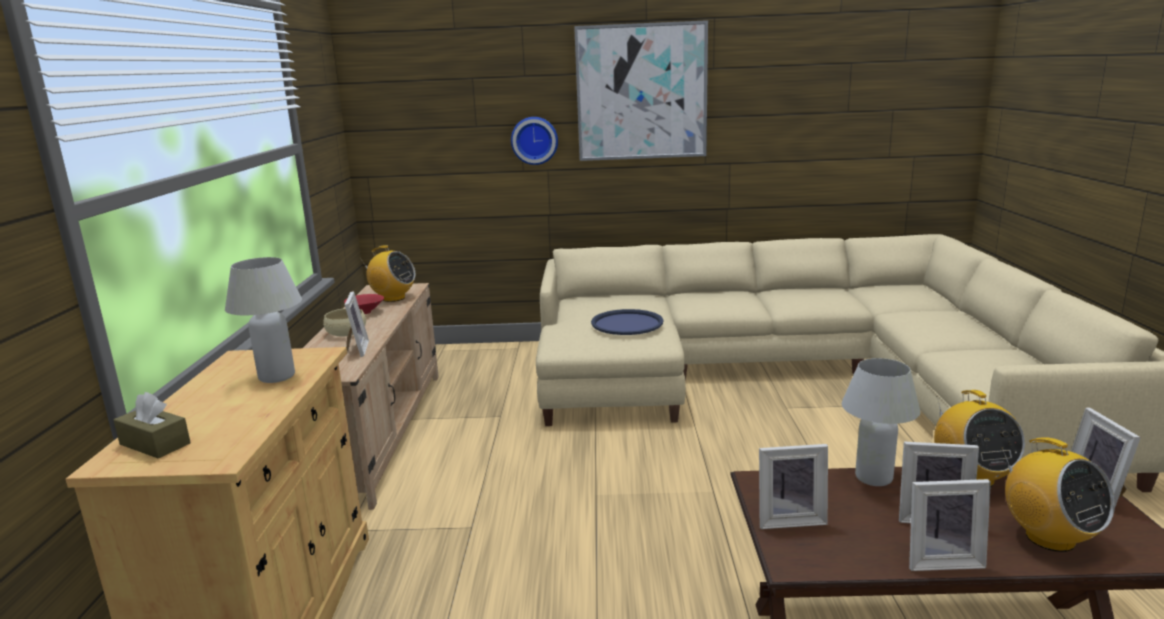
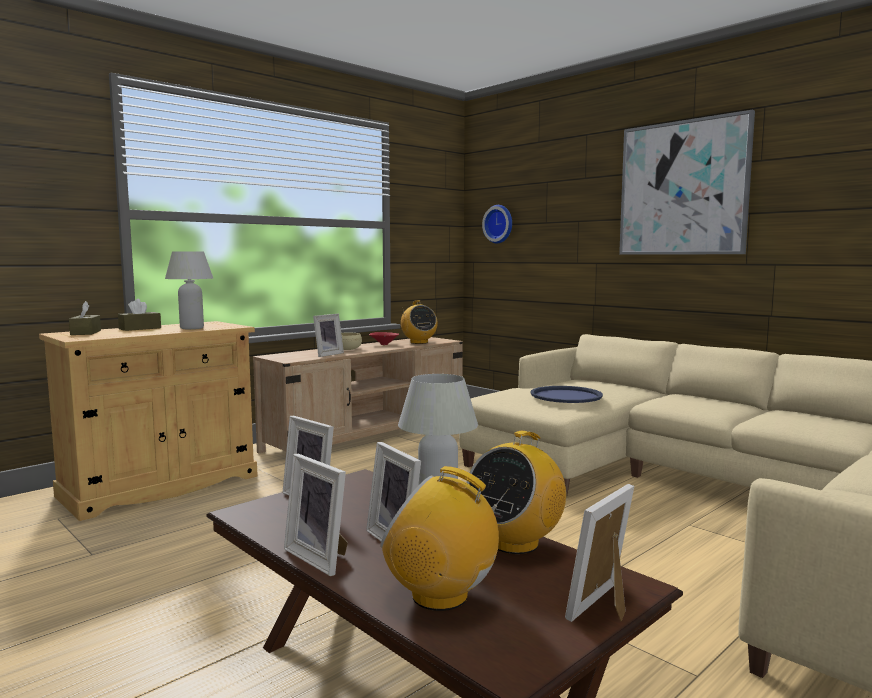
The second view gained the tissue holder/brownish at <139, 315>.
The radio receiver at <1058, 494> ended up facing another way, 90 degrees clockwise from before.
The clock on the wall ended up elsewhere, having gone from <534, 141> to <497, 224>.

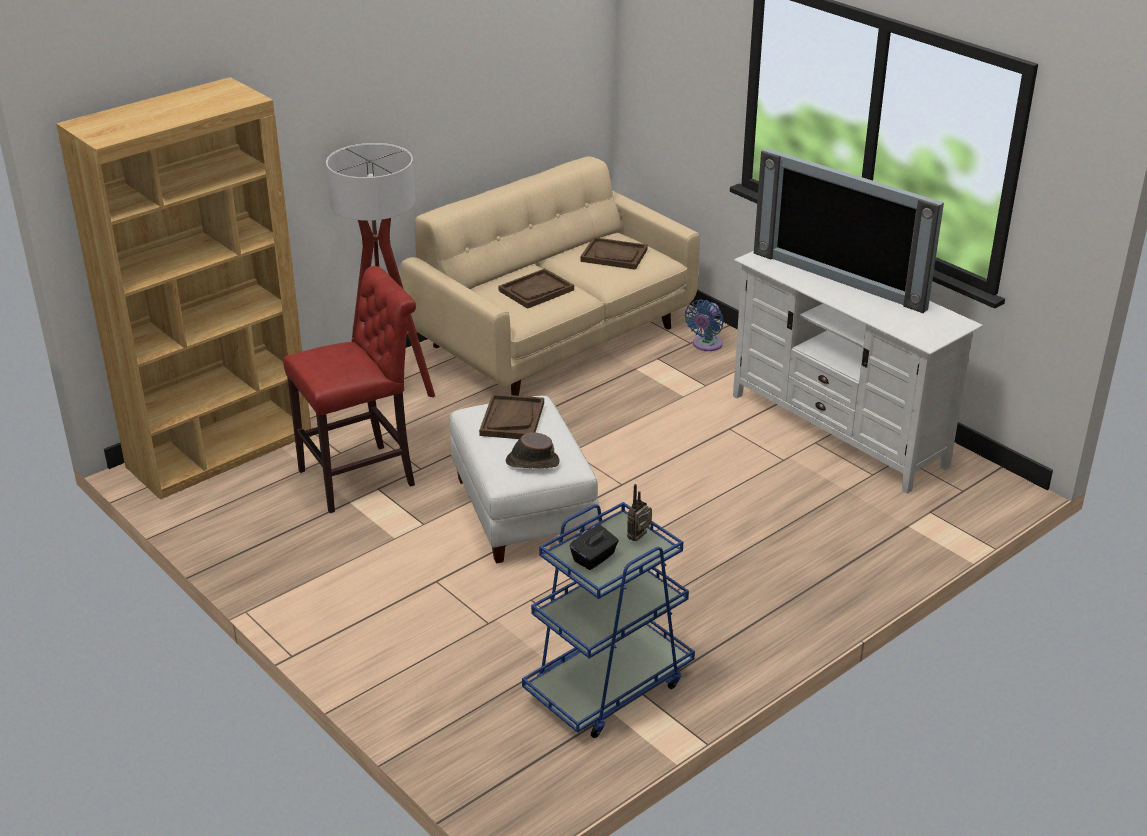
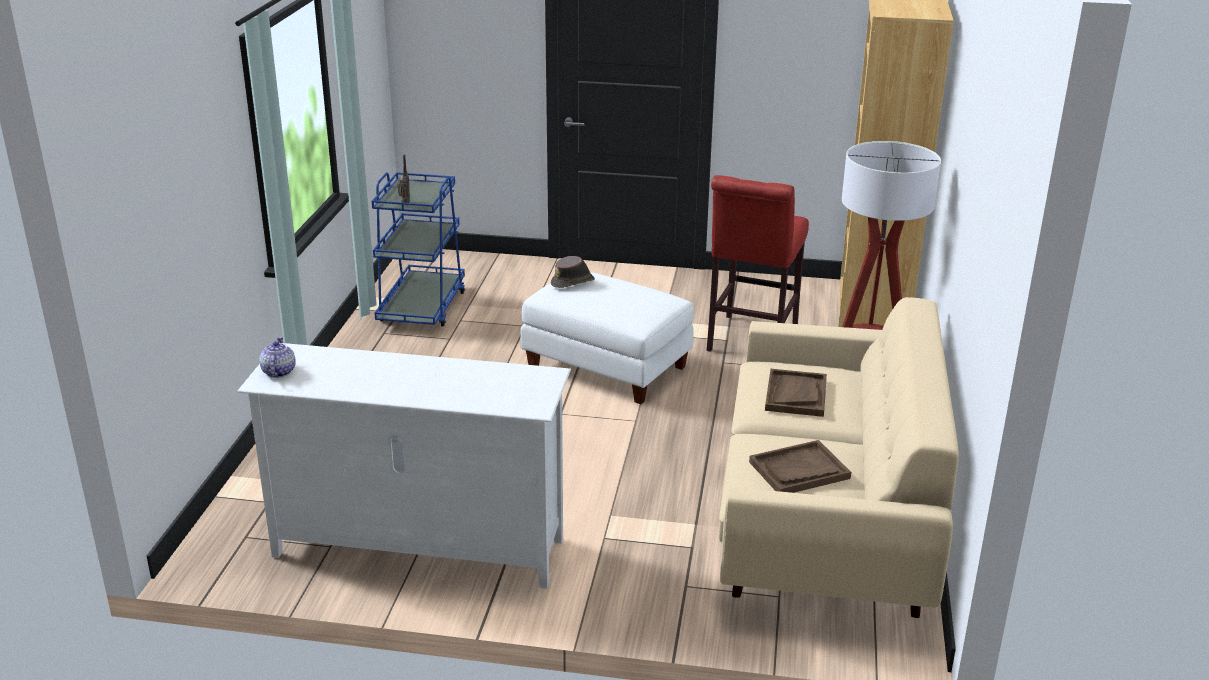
The second view gained the pot for tea at <277, 357>.
The second view lost the tray/brownish at <511, 416>.
The second view lost the tissue holder/blackish at <594, 547>.
The second view lost the cooling fan/blue-coloured at <704, 325>.
The second view lost the TV set at <849, 230>.

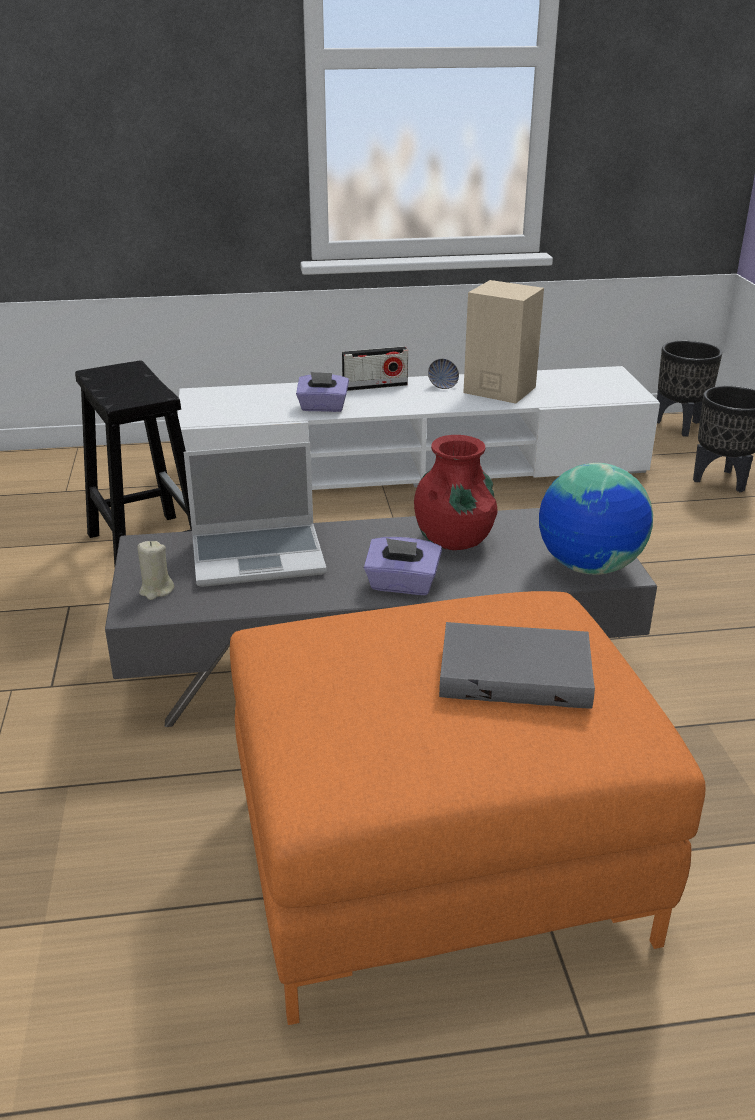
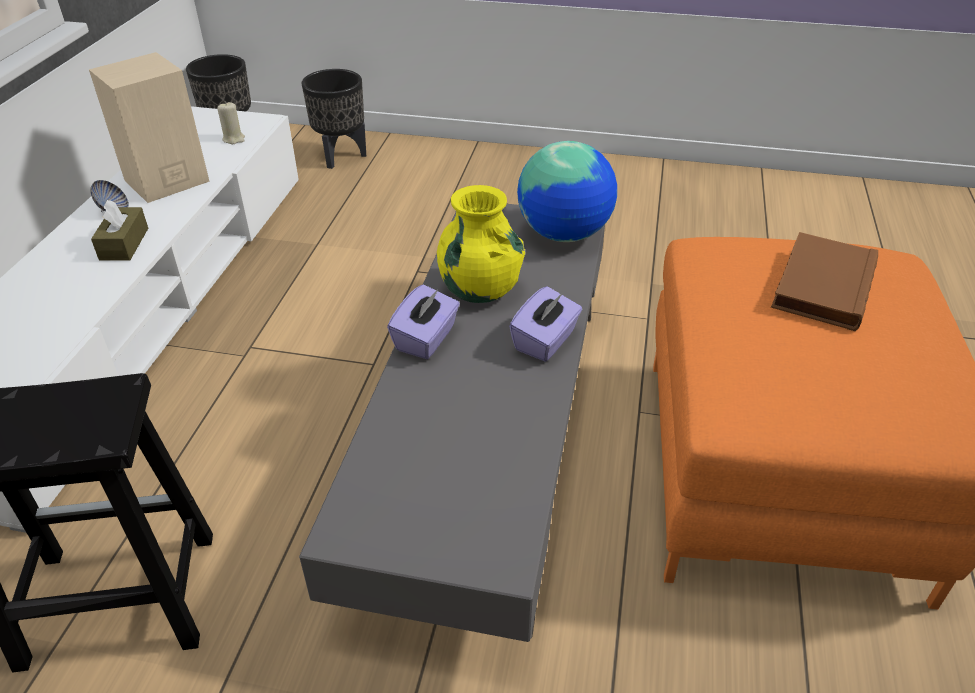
The second view gained the tissue holder/brownish at <119, 230>.
The candle/beige-coloured ended up elsewhere, having gone from <156, 570> to <231, 123>.
The tissue holder/purplish ended up elsewhere, having gone from <322, 392> to <423, 321>.
What was the vase/reddish at <456, 492> turned into the vase/yellow-coloured at <481, 244>.
What was the book/greyish at <517, 665> turned into the book/brownish at <824, 281>.
The second view lost the laptop at <255, 514>.
The second view lost the radio receiver at <375, 368>.

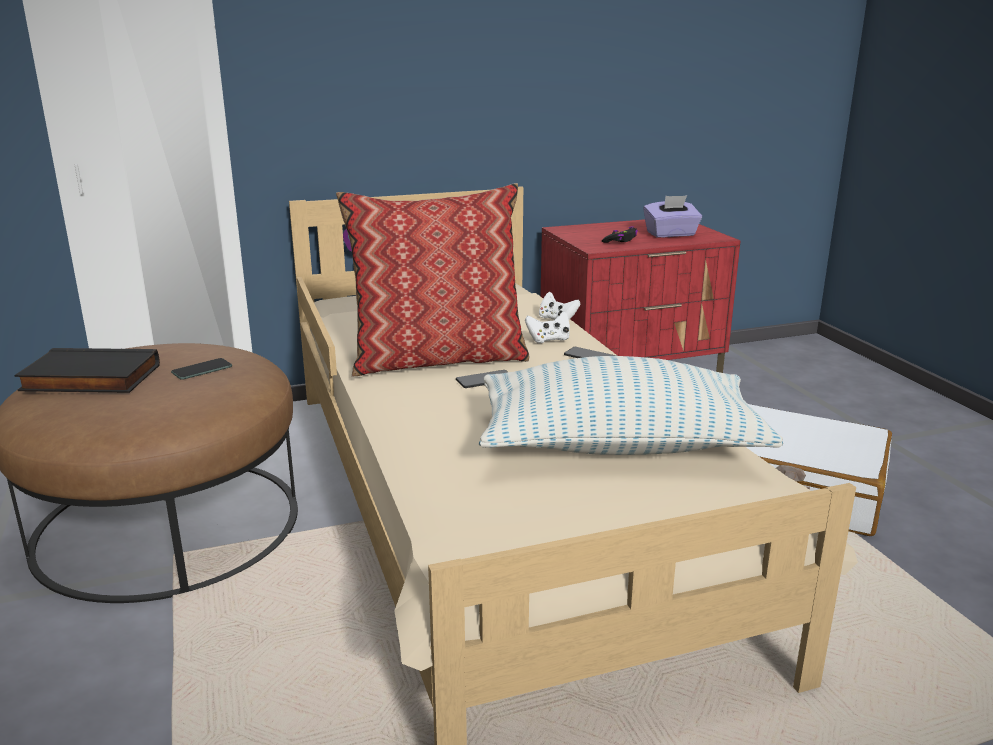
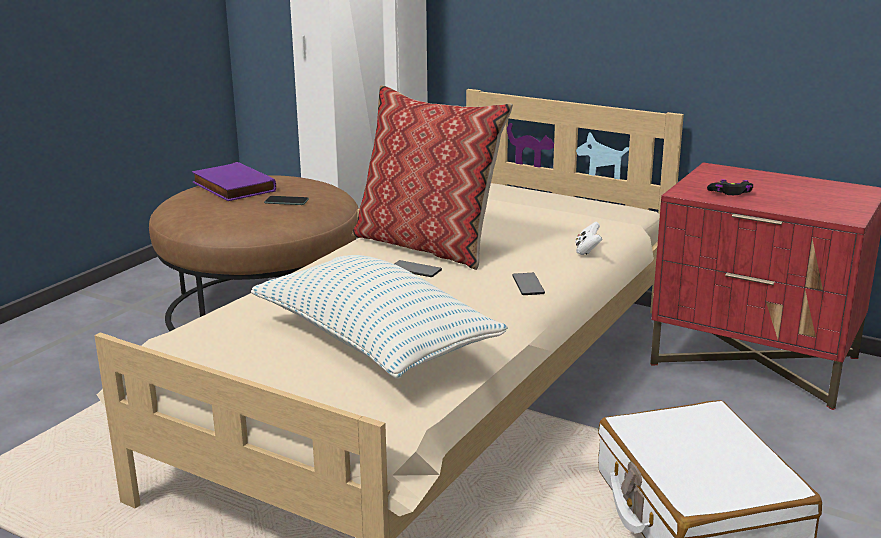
What was the book/blackish at <87, 370> turned into the book/purplish at <234, 181>.
The second view lost the gamepad/white at <547, 328>.
The second view lost the tissue holder/purplish at <672, 216>.

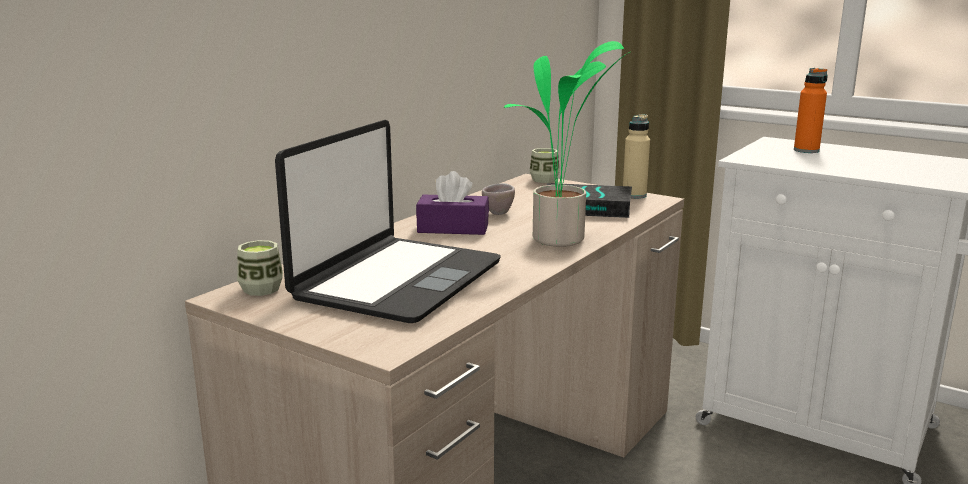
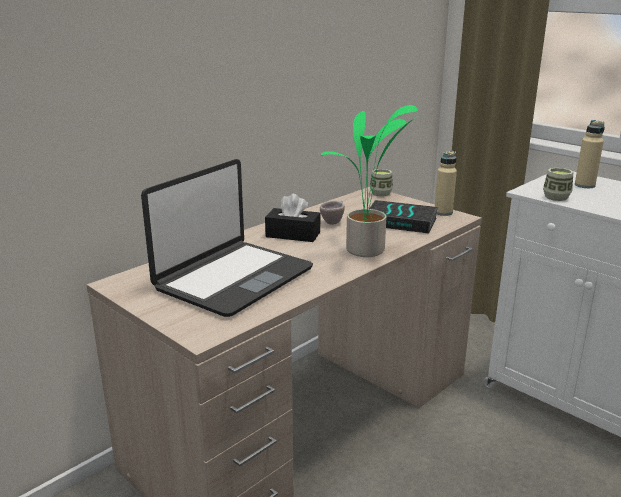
What was the tissue holder/purplish at <452, 203> turned into the tissue holder/blackish at <292, 218>.
The drinking cup ended up elsewhere, having gone from <260, 268> to <558, 184>.
What was the bottle/orangey at <811, 110> turned into the bottle/beige-coloured at <590, 154>.

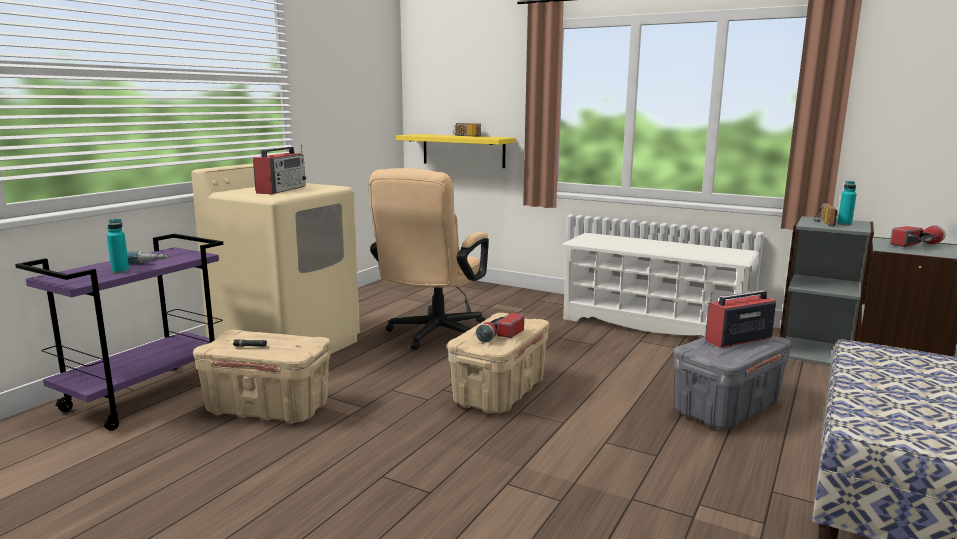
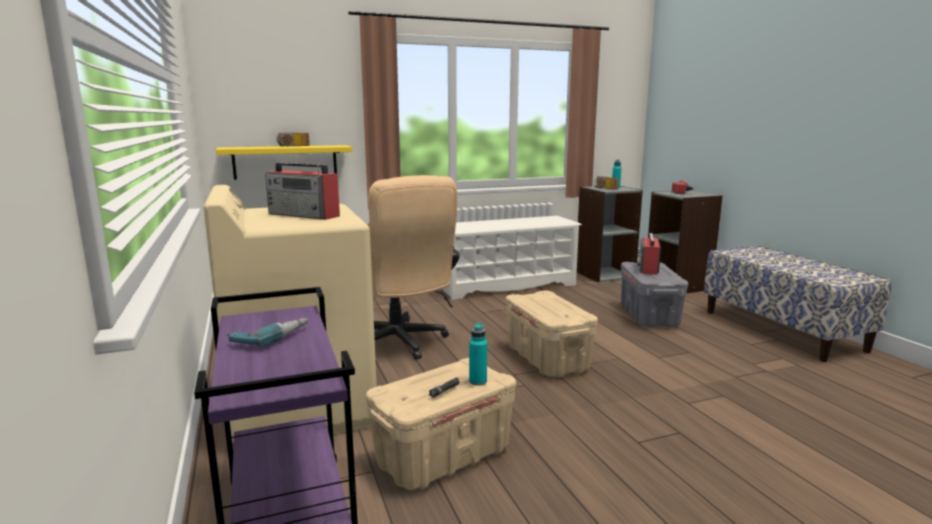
The radio receiver at <280, 169> ended up facing another way, 150 degrees clockwise from before.
The bottle/blue-green ended up elsewhere, having gone from <118, 246> to <478, 354>.
The second view lost the flashlight at <500, 328>.

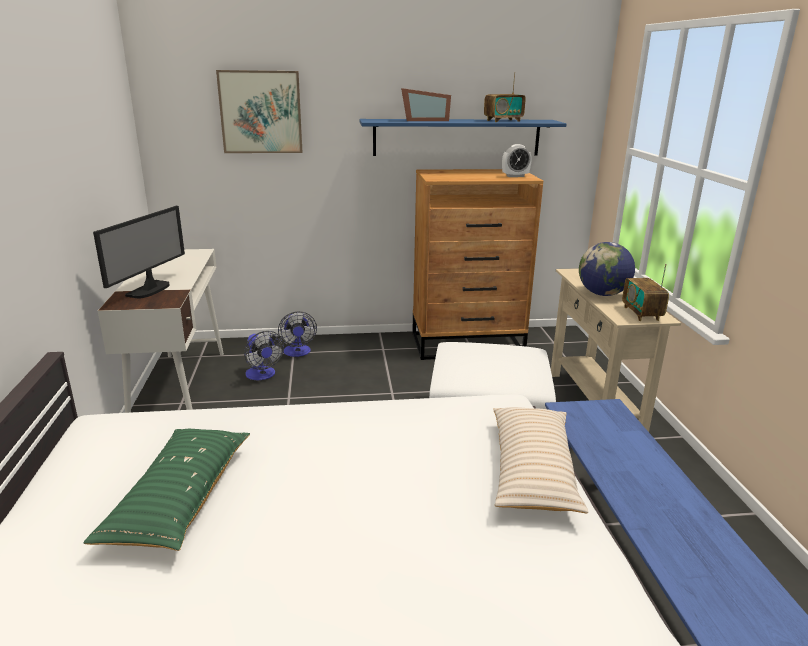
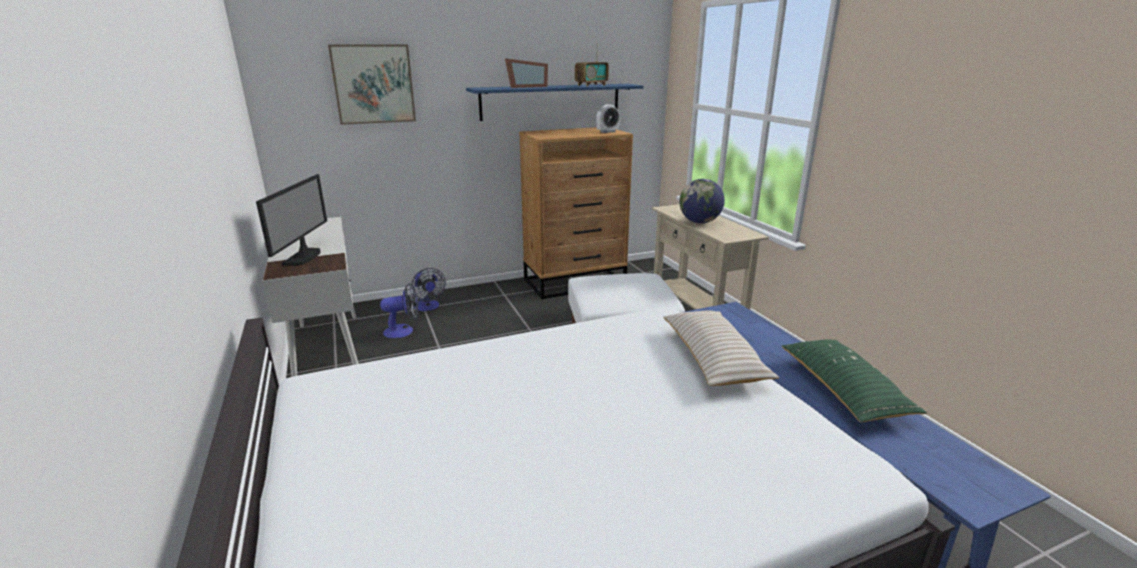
The cooling fan at <264, 355> ended up facing another way, 60 degrees counterclockwise from before.
The pillow/green ended up elsewhere, having gone from <166, 490> to <854, 380>.
The second view lost the radio receiver at <645, 292>.

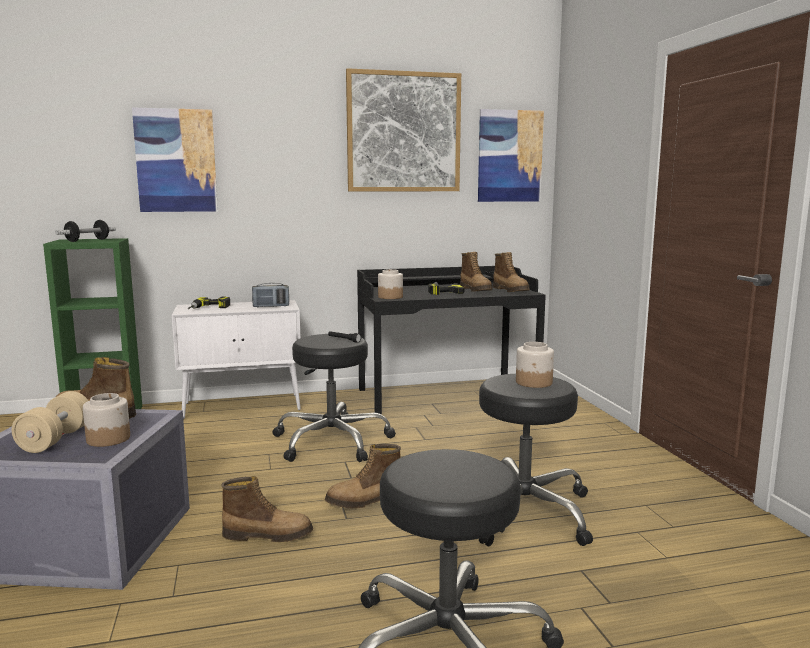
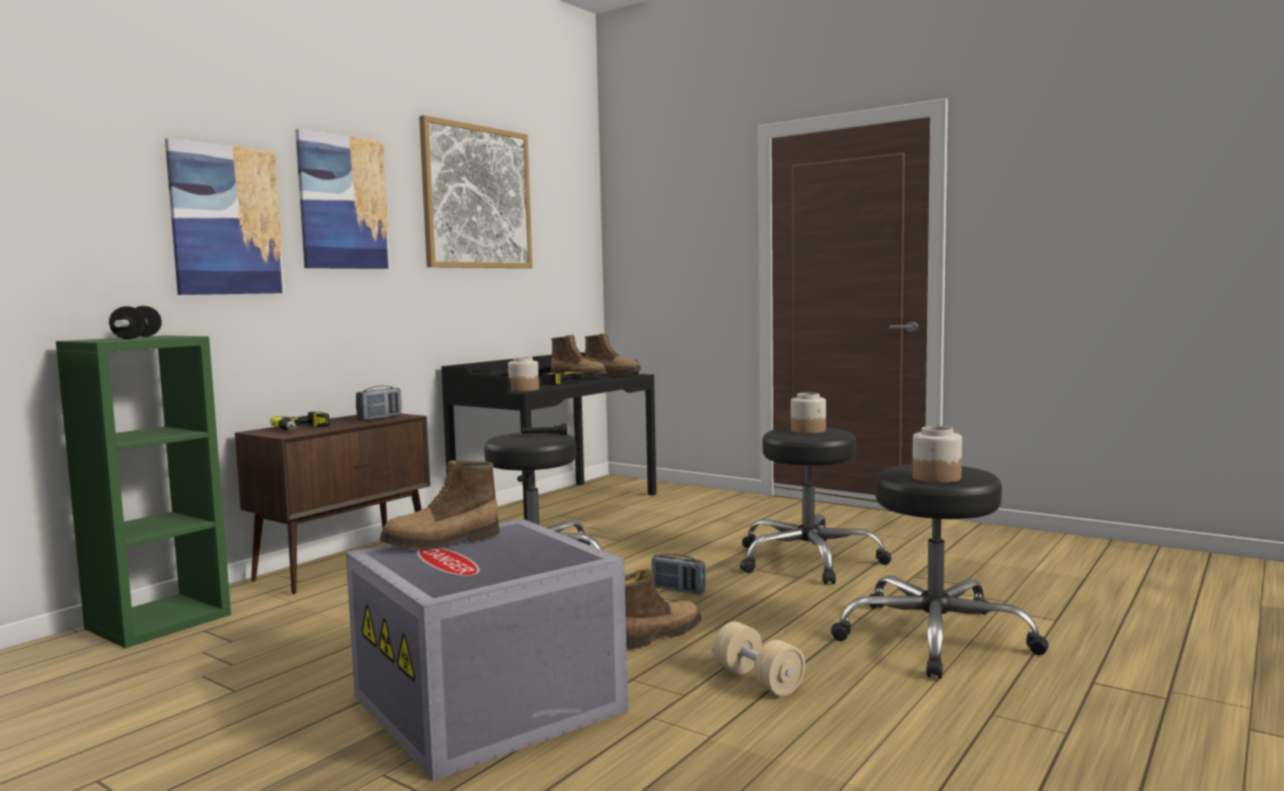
What was the storage cabinet/white at <236, 359> turned into the storage cabinet/brownish at <332, 504>.
The wall art ended up elsewhere, having gone from <511, 155> to <342, 199>.
Where the boot stood at <363, 476>, the radio receiver came to stand at <678, 574>.
The free weight/beige-coloured ended up elsewhere, having gone from <50, 422> to <759, 659>.
The preserve jar ended up elsewhere, having gone from <106, 420> to <937, 454>.

